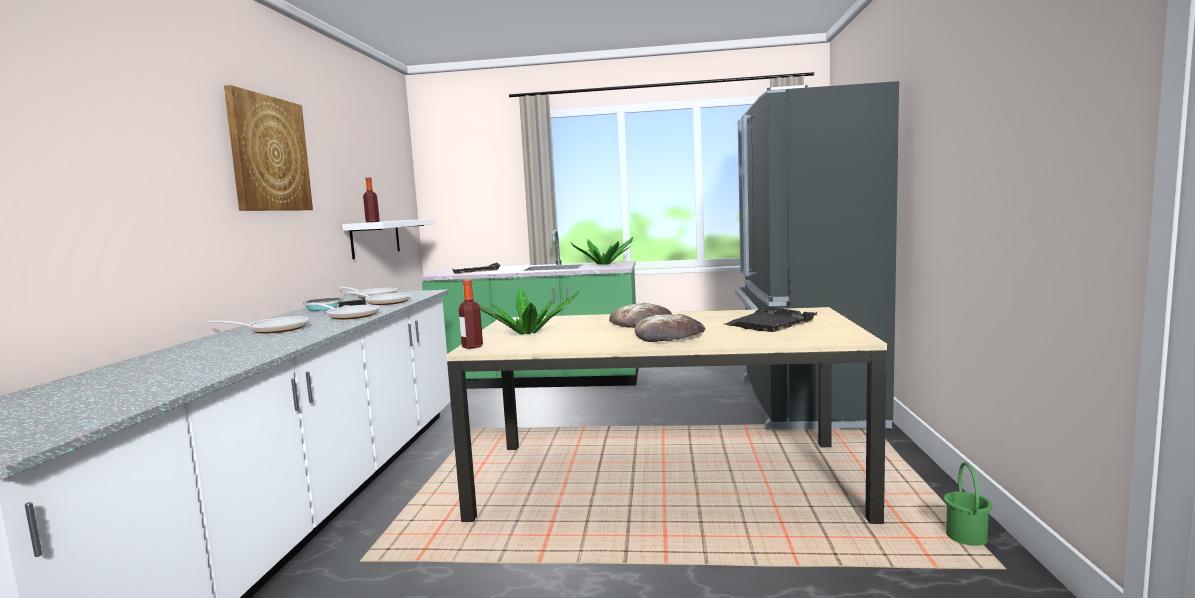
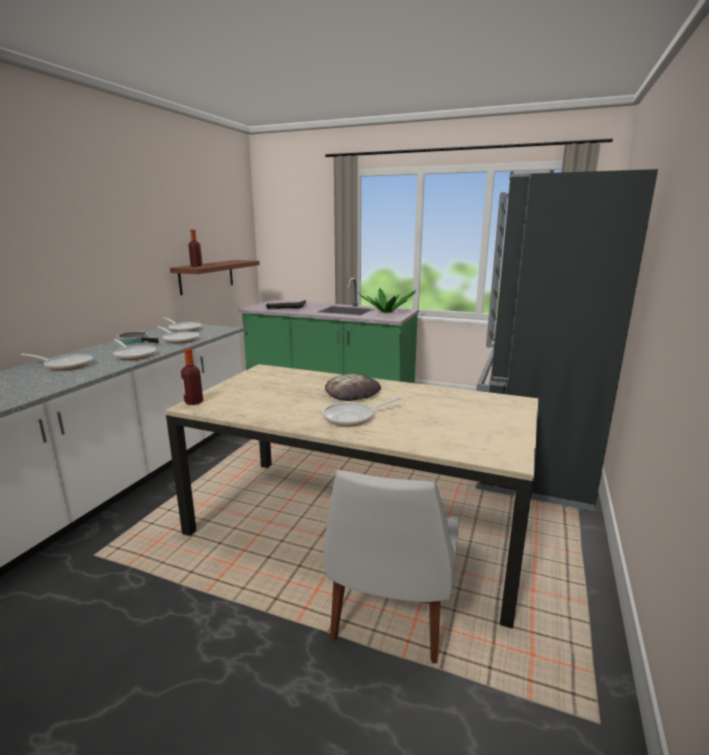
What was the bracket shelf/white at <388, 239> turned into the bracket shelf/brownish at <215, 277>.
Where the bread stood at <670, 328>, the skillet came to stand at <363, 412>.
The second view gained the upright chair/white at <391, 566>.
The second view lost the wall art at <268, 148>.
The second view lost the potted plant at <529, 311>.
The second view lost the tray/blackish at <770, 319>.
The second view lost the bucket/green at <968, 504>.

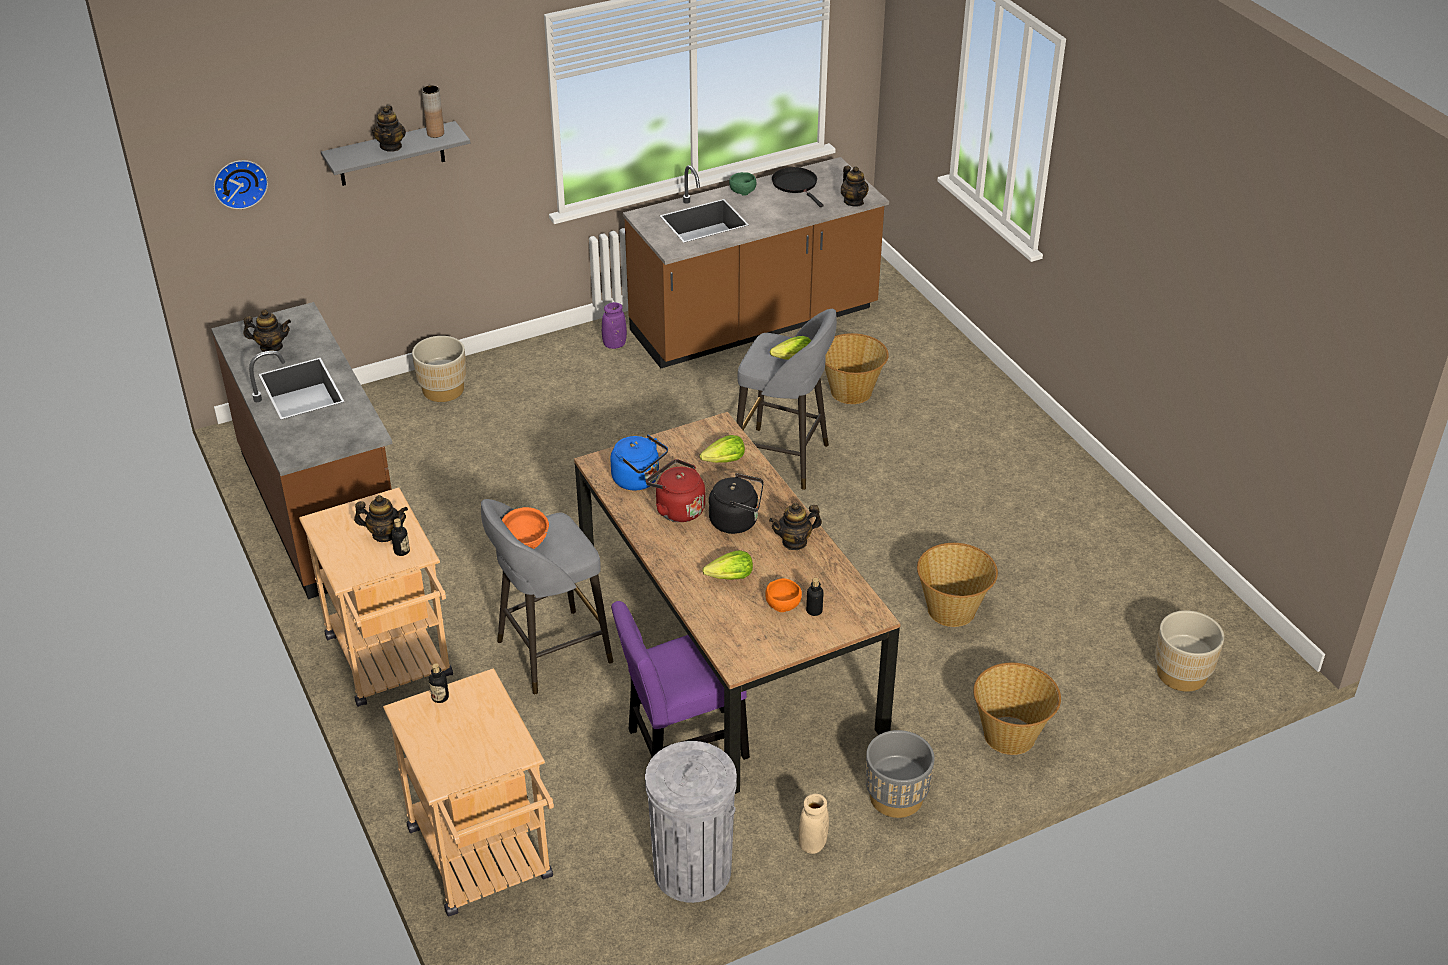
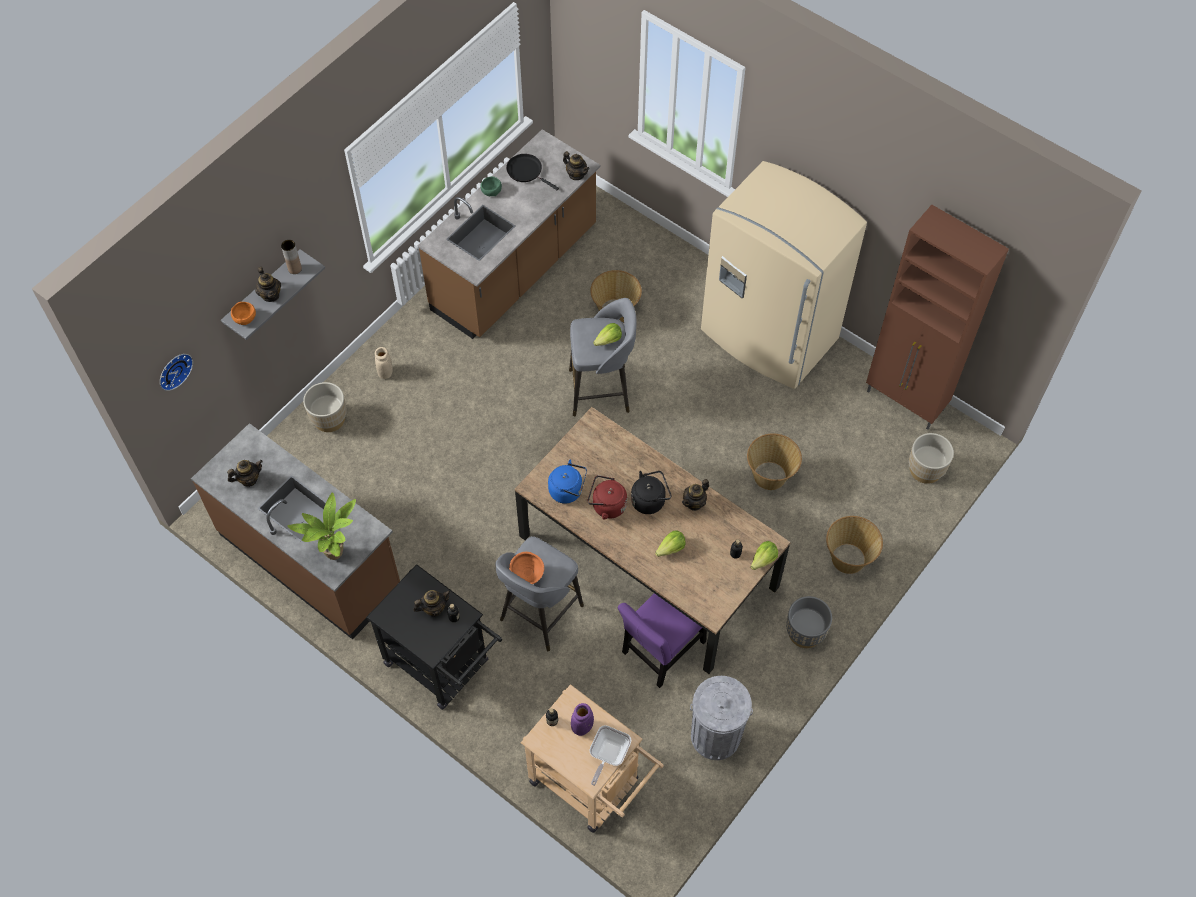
The serving bowl/orangey ended up elsewhere, having gone from <783, 595> to <243, 313>.
The second view gained the potted plant at <321, 526>.
What was the trolley/beige-coloured at <376, 597> turned into the trolley/blackish at <434, 637>.
The vase/beige-coloured ended up elsewhere, having gone from <814, 824> to <384, 363>.
The vase/purplish ended up elsewhere, having gone from <614, 325> to <582, 719>.
The second view gained the skillet at <610, 755>.
The second view gained the fridge/beige-coloured at <784, 275>.
The head of lettuce ended up elsewhere, having gone from <722, 449> to <764, 555>.
The second view gained the storage cabinet/brownish at <937, 317>.

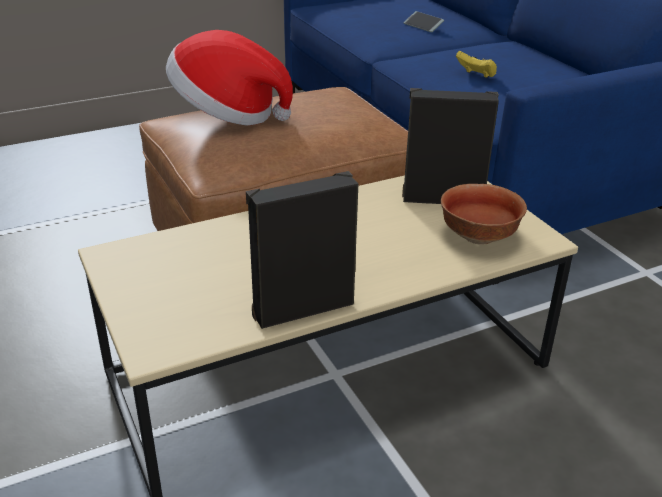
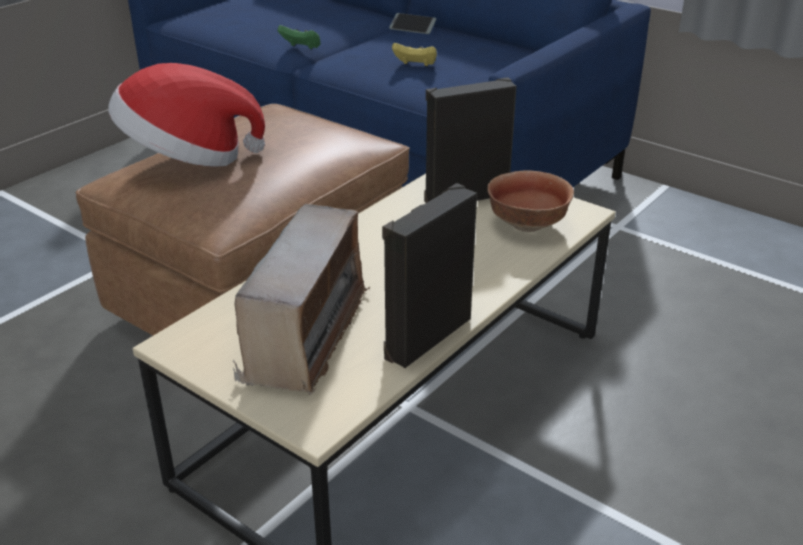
The second view gained the radio receiver at <301, 299>.
The second view gained the gamepad/green at <299, 37>.
The handset ended up elsewhere, having gone from <424, 21> to <413, 23>.

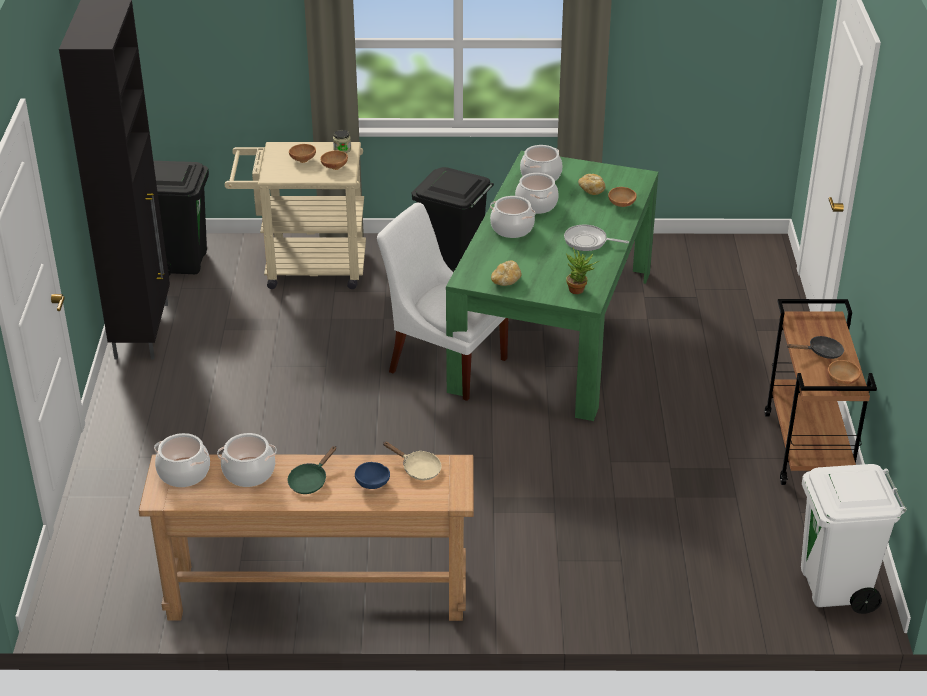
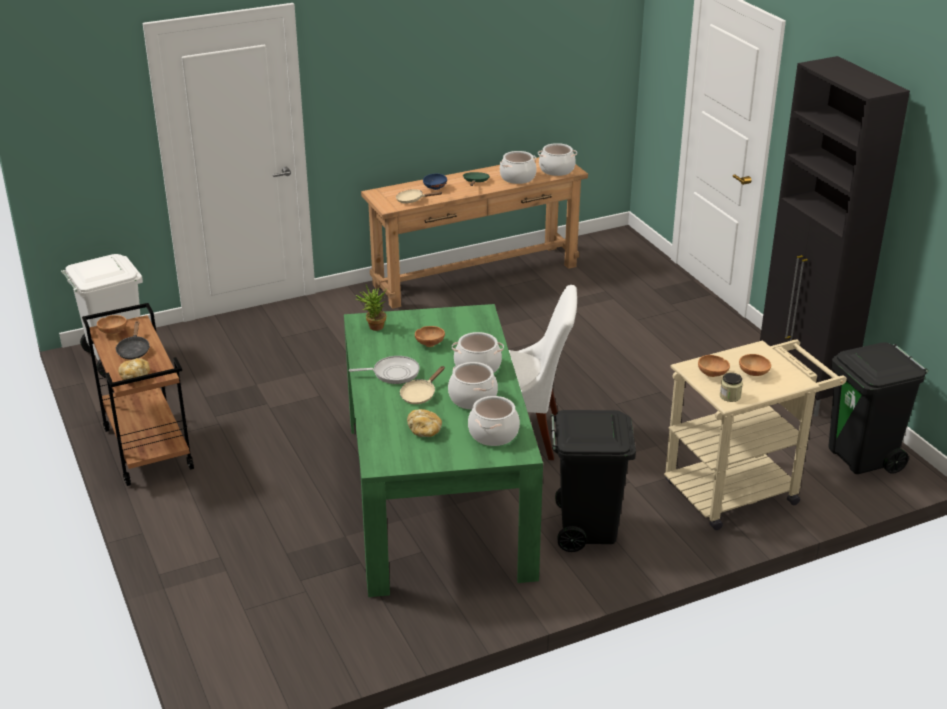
The skillet/blackish at <815, 347> ended up facing another way, 60 degrees counterclockwise from before.
The bread ended up elsewhere, having gone from <506, 273> to <134, 369>.
The second view gained the skillet/beige-coloured at <422, 385>.
The serving bowl/brownish ended up elsewhere, having gone from <622, 197> to <430, 336>.

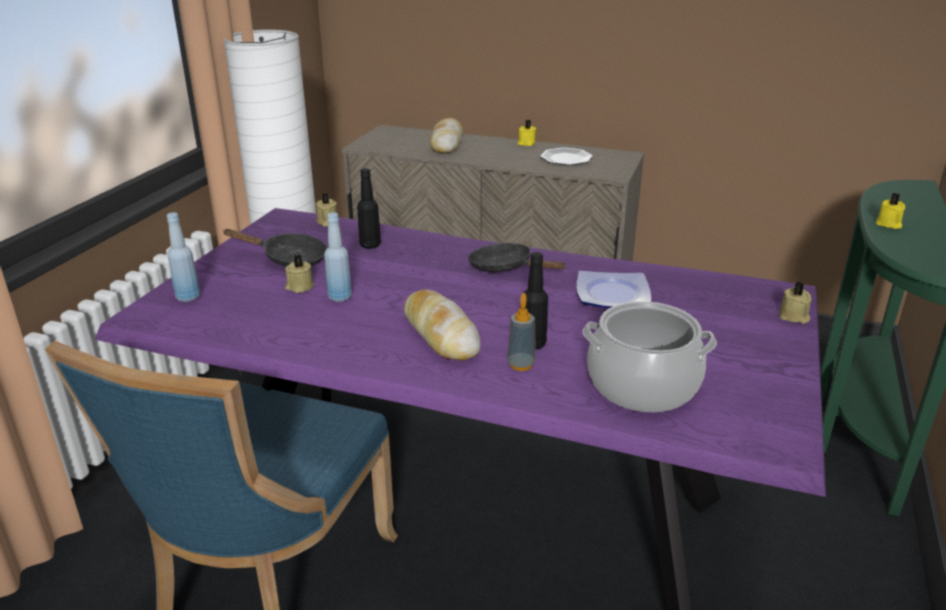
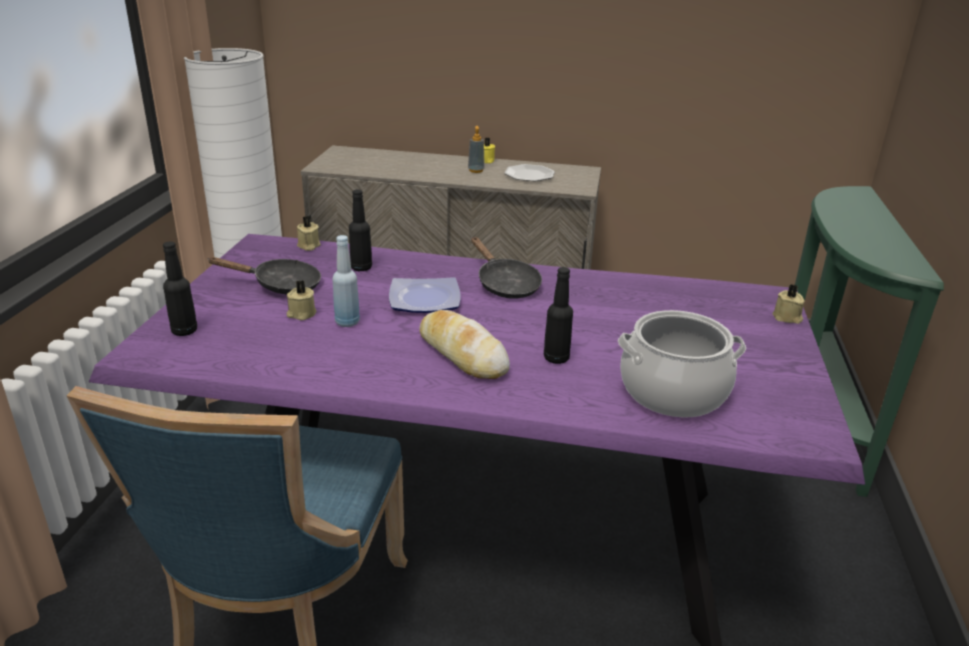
What was the bottle/blue-coloured at <183, 257> turned into the bottle/blackish at <180, 289>.
The flat dish ended up elsewhere, having gone from <613, 289> to <425, 295>.
The liquid soap bottle ended up elsewhere, having gone from <521, 332> to <476, 149>.
The skillet/blackish at <517, 257> ended up facing another way, 150 degrees counterclockwise from before.
The second view lost the bread at <446, 135>.
The second view lost the candle/yellow-coloured at <890, 211>.

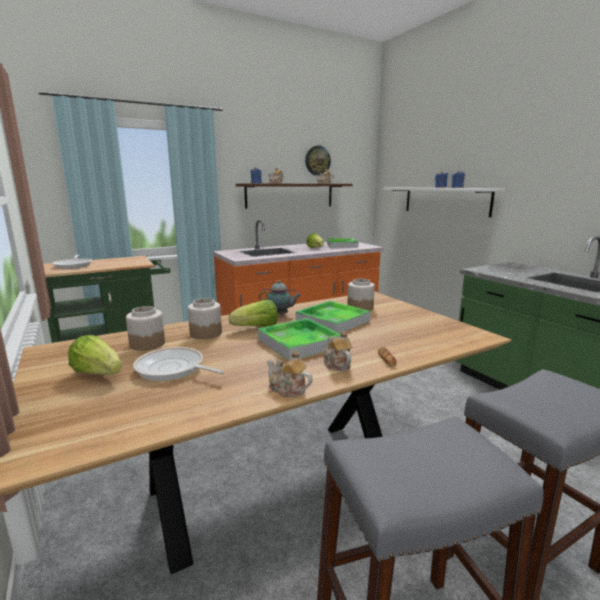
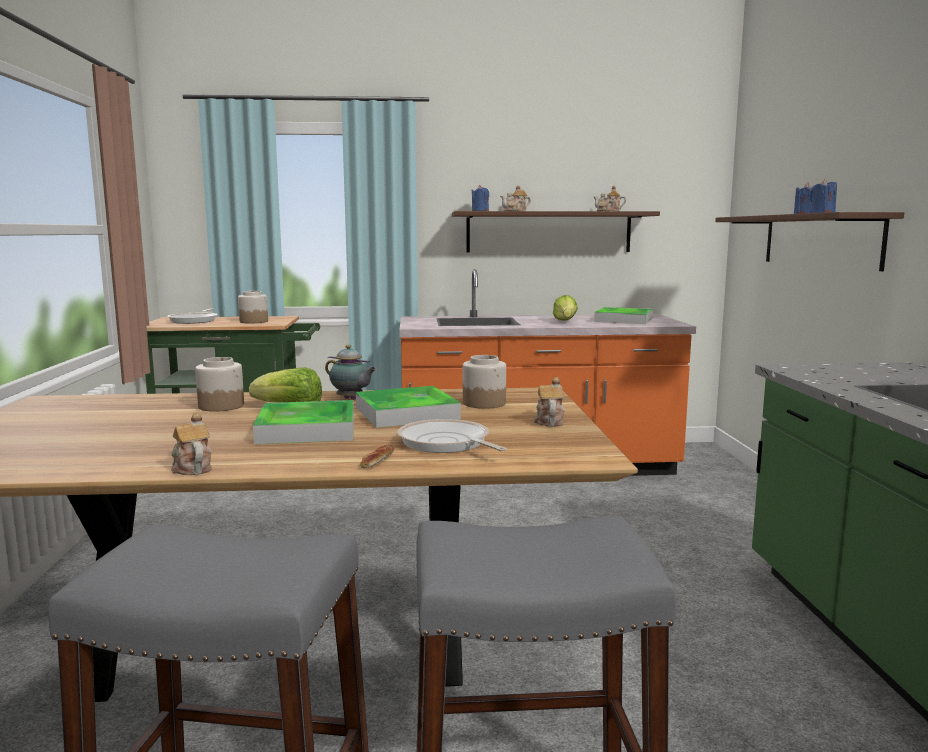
The preserve jar ended up elsewhere, having gone from <145, 328> to <253, 307>.
The skillet ended up elsewhere, having gone from <179, 364> to <452, 436>.
The pot for tea ended up elsewhere, having gone from <338, 351> to <549, 402>.
What was the bracket shelf/white at <444, 202> turned into the bracket shelf/brownish at <809, 241>.
The second view lost the head of lettuce at <95, 355>.
The second view lost the clock on the wall at <318, 160>.

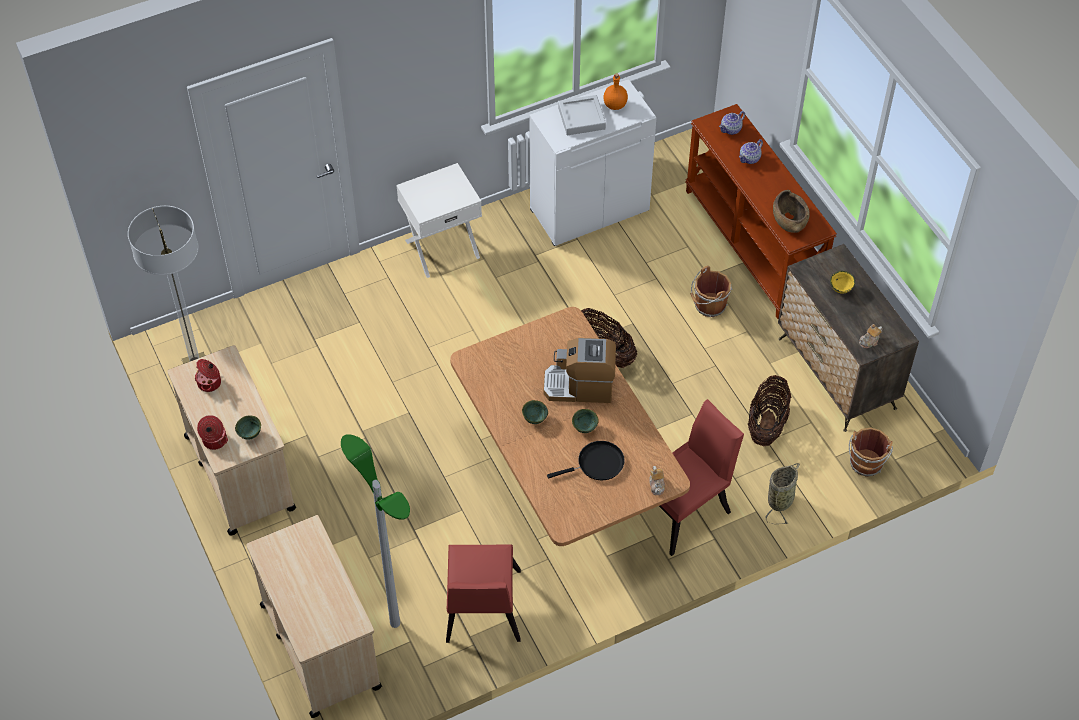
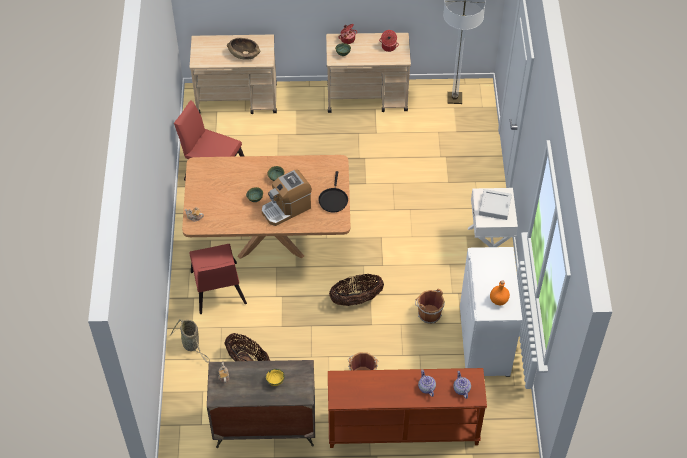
The serving bowl/brownish ended up elsewhere, having gone from <791, 211> to <243, 49>.
The coffee brewer at <580, 370> ended up facing another way, 150 degrees counterclockwise from before.
The skillet/blackish ended up elsewhere, having gone from <586, 460> to <333, 191>.
The bucket/brownish ended up elsewhere, having gone from <871, 452> to <430, 306>.
The tray/greyish ended up elsewhere, having gone from <582, 115> to <495, 204>.
The second view lost the standing lamp at <375, 531>.

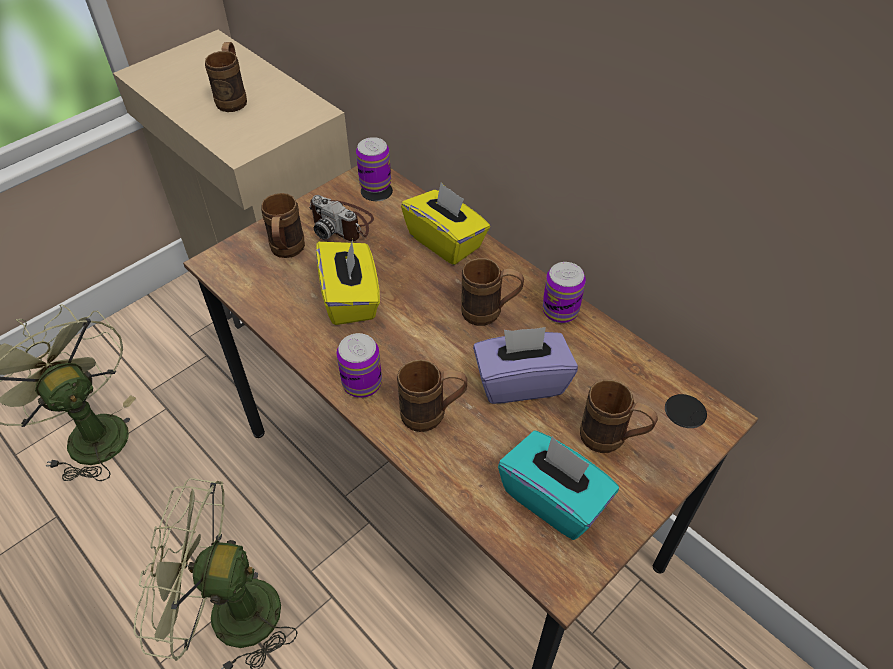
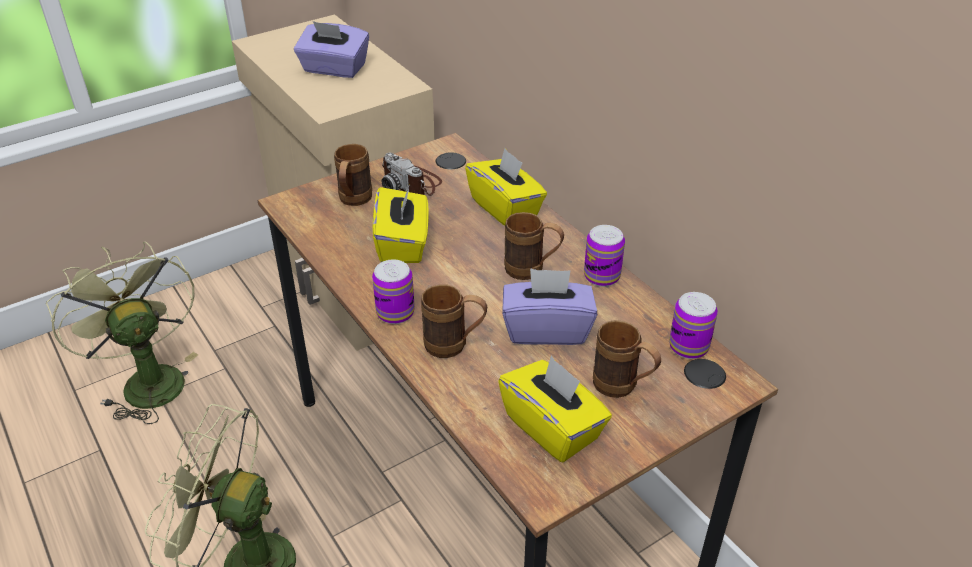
Where the mug/brownish stood at <226, 77>, the tissue holder/purplish came to stand at <331, 49>.
What was the tissue holder/blue-green at <558, 485> turned into the tissue holder/yellow-coloured at <555, 408>.
The metal can ended up elsewhere, having gone from <373, 165> to <693, 325>.

